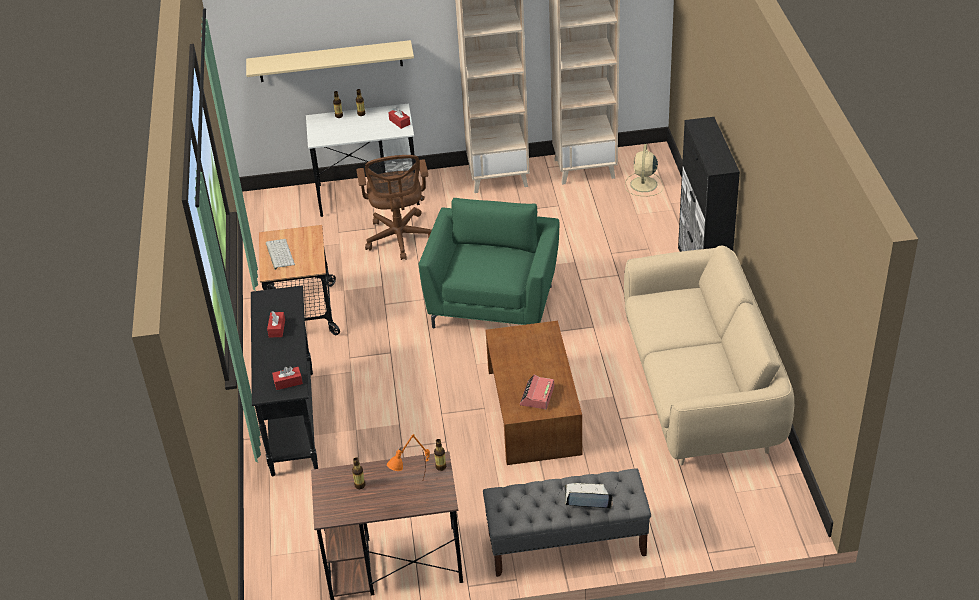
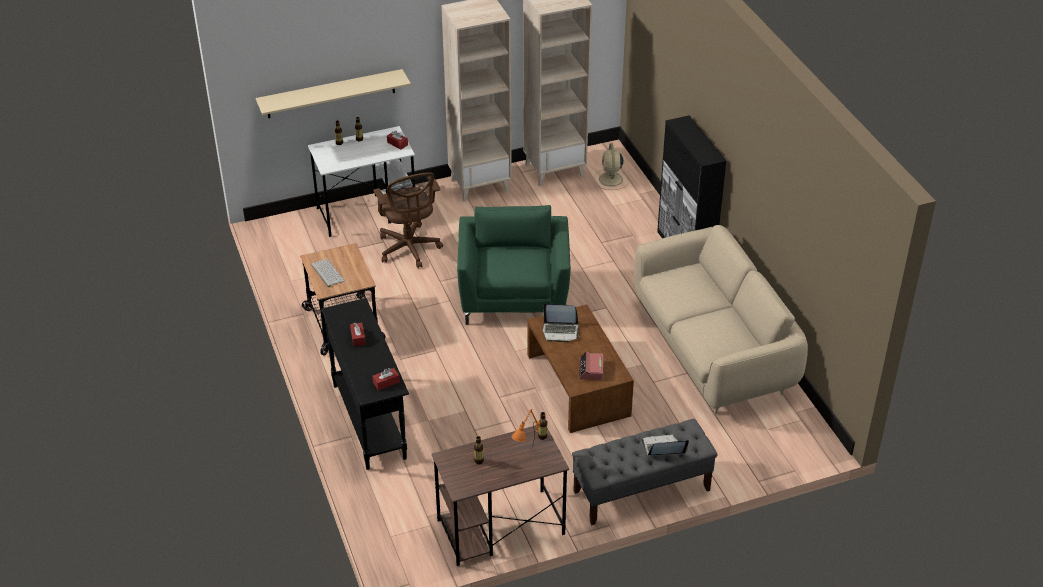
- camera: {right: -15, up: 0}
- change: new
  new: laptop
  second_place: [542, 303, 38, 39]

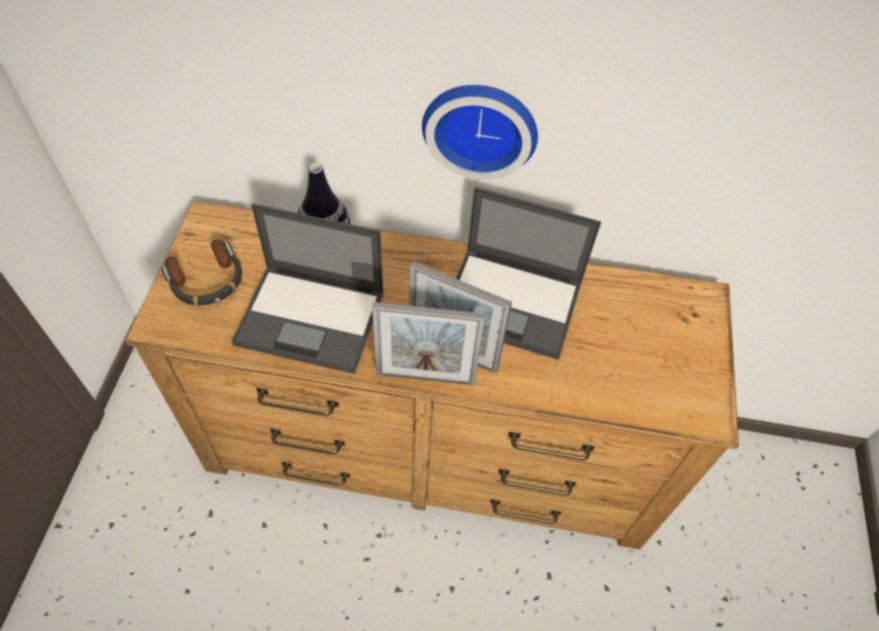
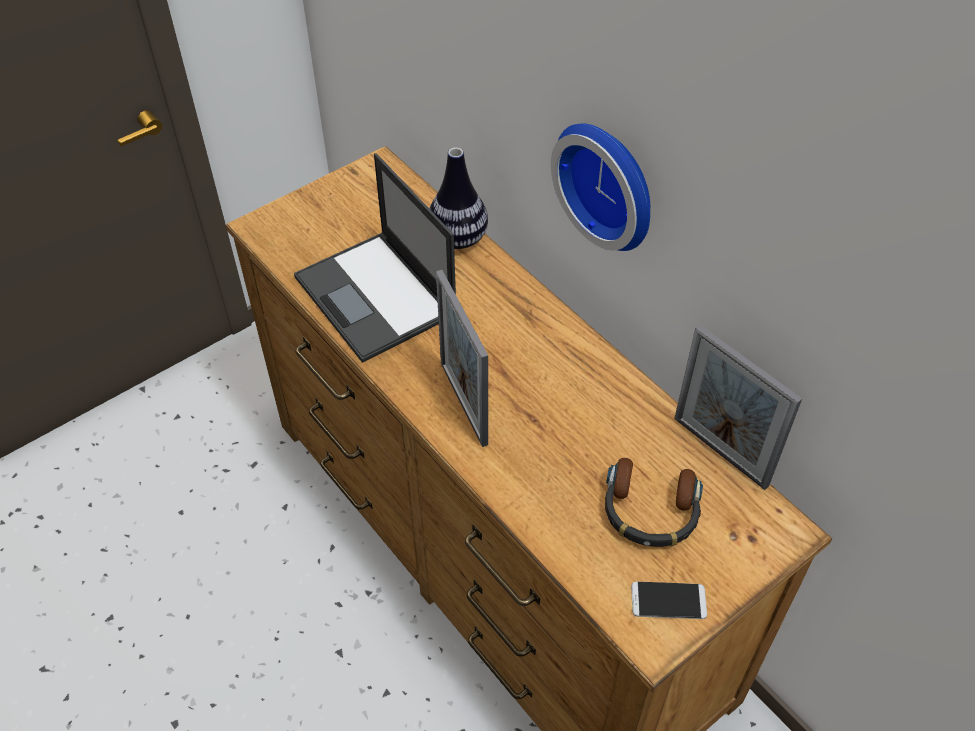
- camera: {right: 45, up: -5}
- change: shifted
  old: headphones
  first_place: [161, 239, 81, 67]
  second_place: [605, 458, 98, 89]
- change: new
  new: phone
  second_place: [631, 581, 76, 38]
- change: shifted
  old: picture frame
  first_place: [372, 302, 113, 83]
  second_place: [674, 325, 128, 165]
- change: gone
  old: laptop
  first_place: [456, 187, 145, 173]

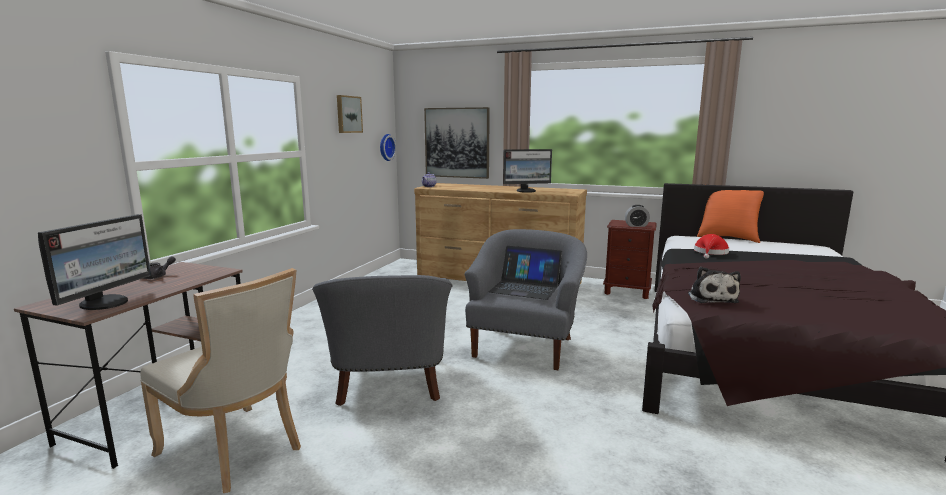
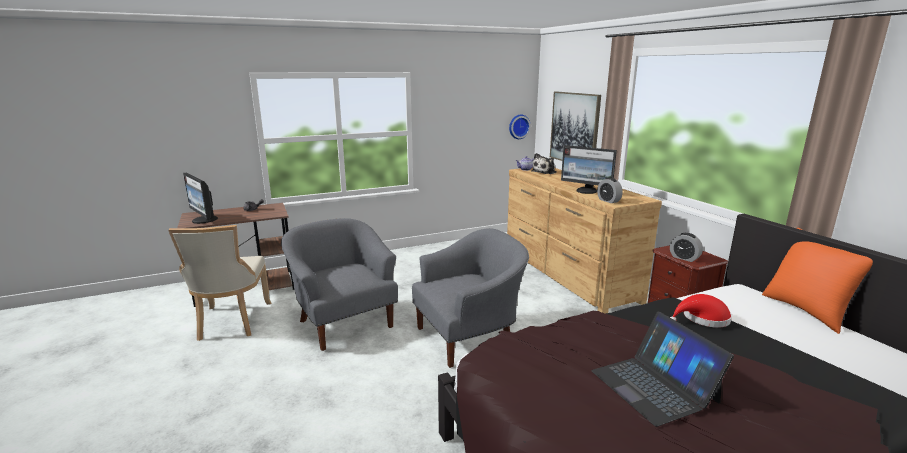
- camera: {right: 45, up: 5}
- change: rotated
  old: monitor
  first_place: [38, 214, 113, 96]
  second_place: [183, 173, 35, 51]
  degrees: 75
- change: rotated
  old: armchair in grey
  first_place: [312, 275, 140, 131]
  second_place: [281, 218, 117, 133]
  degrees: 105
- change: shifted
  old: plush toy
  first_place: [688, 267, 53, 36]
  second_place: [531, 153, 26, 21]
- change: shifted
  old: laptop
  first_place: [489, 246, 73, 54]
  second_place: [591, 312, 143, 115]
- change: new
  new: alarm clock
  second_place: [597, 178, 26, 25]
- change: gone
  old: picture
  first_place: [337, 95, 26, 38]

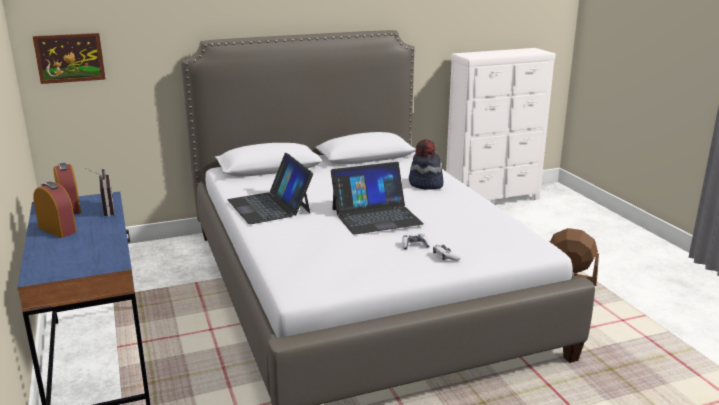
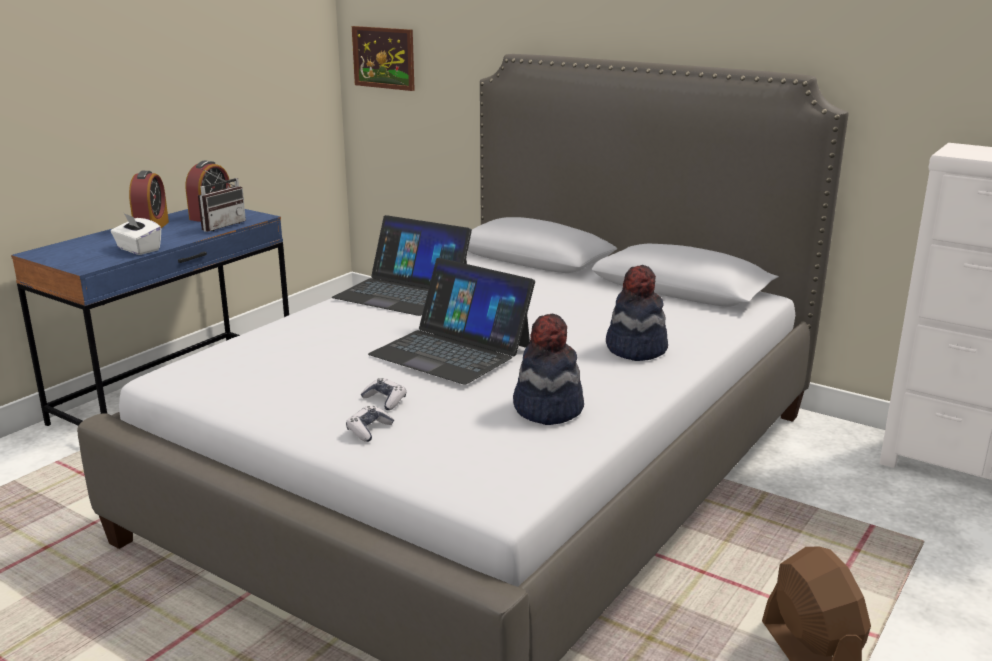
- camera: {right: 55, up: 0}
- change: new
  new: tissue box in white
  second_place: [111, 213, 50, 42]
- change: rotated
  old: laptop
  first_place: [228, 153, 85, 71]
  second_place: [332, 215, 140, 101]
  degrees: -90
- change: new
  new: hat
  second_place: [513, 314, 71, 111]

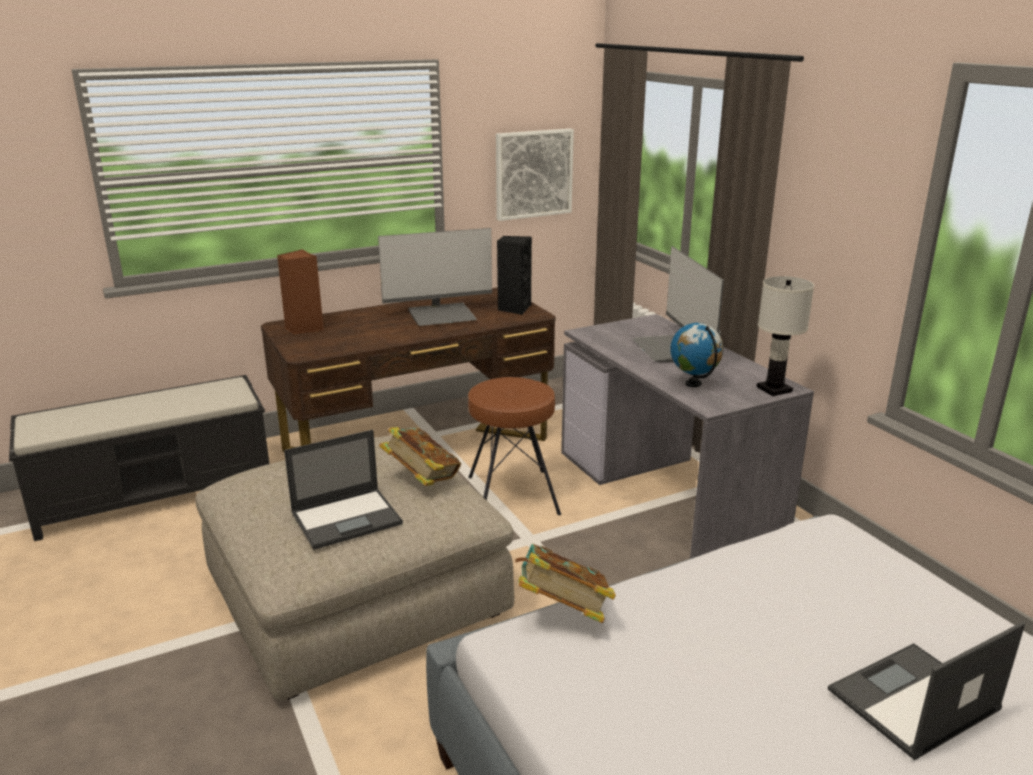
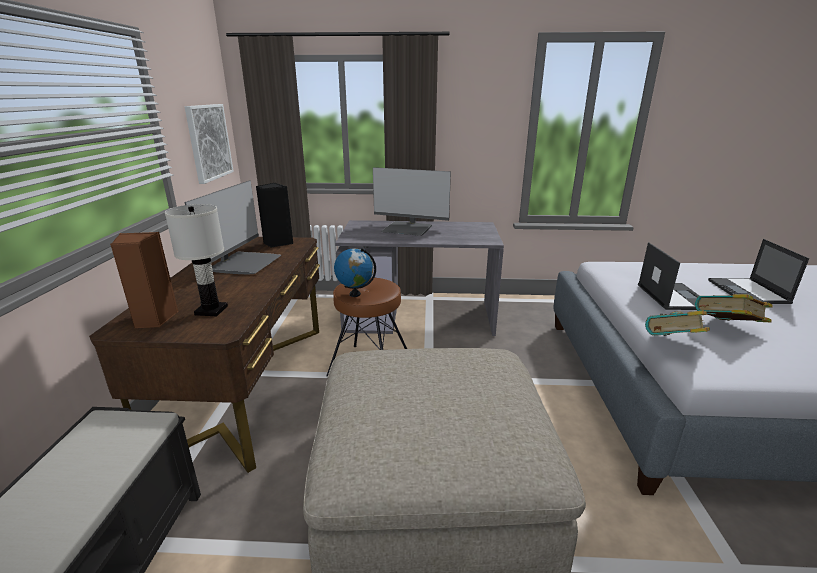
- camera: {right: -60, up: 0}
- change: shifted
  old: table lamp in white
  first_place: [757, 276, 57, 120]
  second_place: [165, 204, 63, 112]
- change: shifted
  old: globe
  first_place: [670, 323, 54, 64]
  second_place: [334, 248, 42, 49]
- change: shifted
  old: laptop
  first_place: [284, 430, 119, 120]
  second_place: [638, 242, 61, 68]
- change: shifted
  old: book
  first_place: [379, 427, 82, 59]
  second_place: [695, 294, 78, 28]

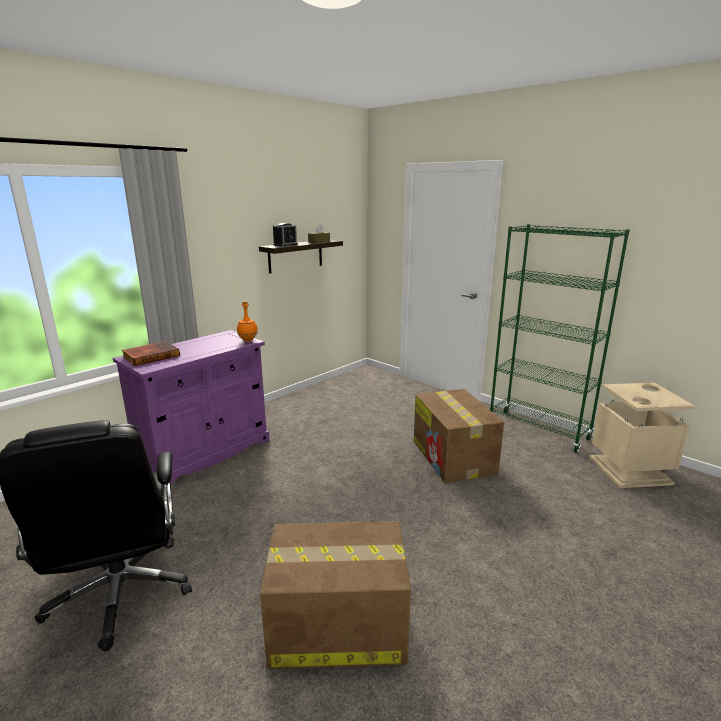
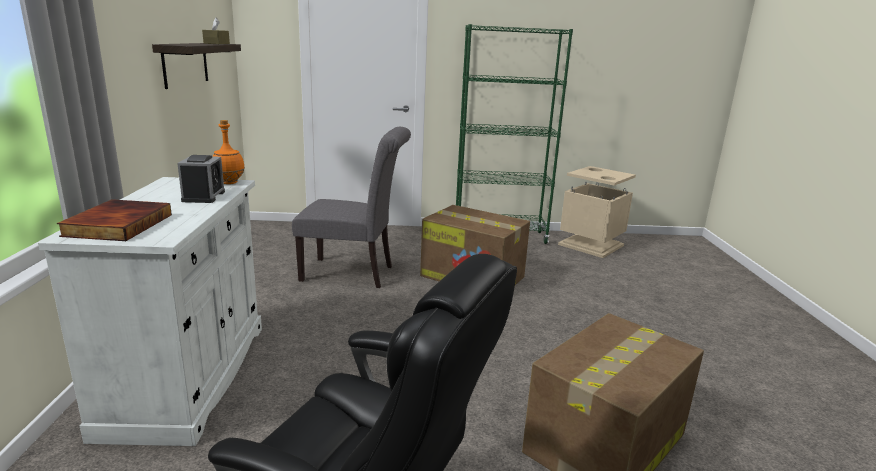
- camera: {right: -45, up: 0}
- change: repainted
  old: cabinet in purple
  new: cabinet in white
  first_place: [113, 330, 157, 154]
  second_place: [38, 177, 224, 269]
- change: shifted
  old: alarm clock
  first_place: [273, 223, 25, 23]
  second_place: [177, 155, 48, 48]
- change: new
  new: chair in grey
  second_place: [292, 127, 119, 161]

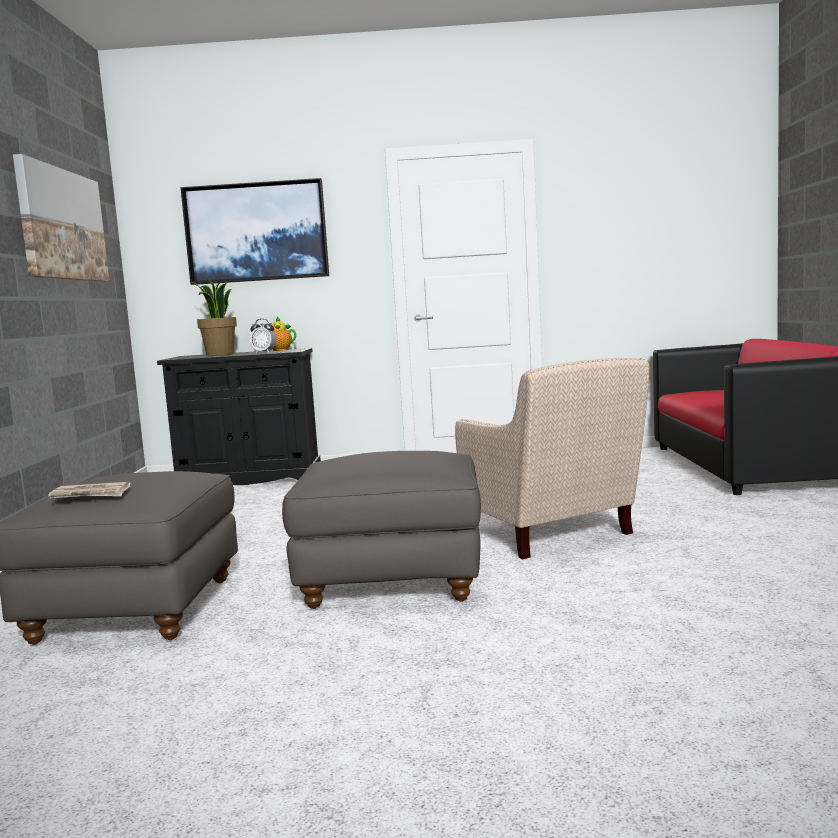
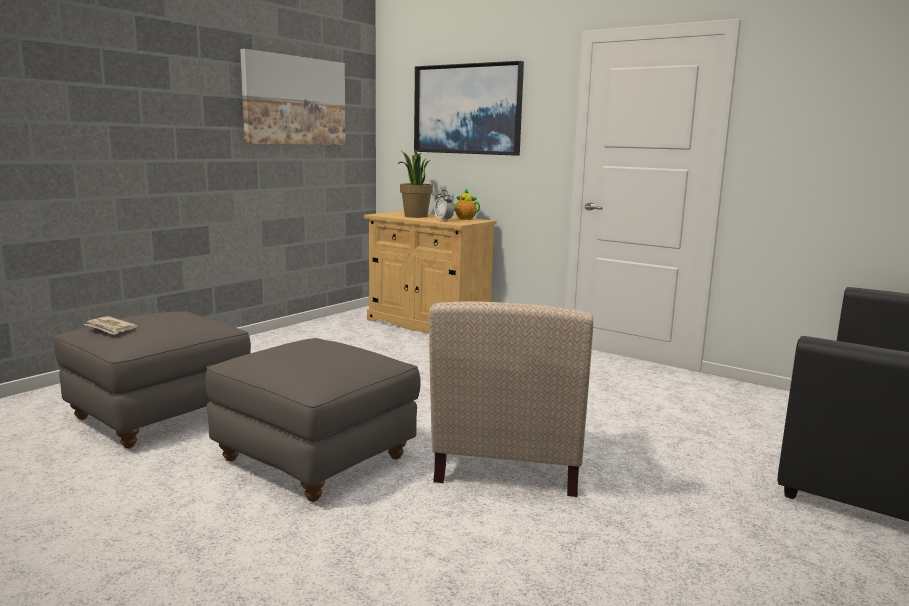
- camera: {right: 35, up: 5}
- change: repainted
  old: cabinet in black
  new: cabinet in beige
  first_place: [157, 348, 164, 137]
  second_place: [364, 211, 133, 122]

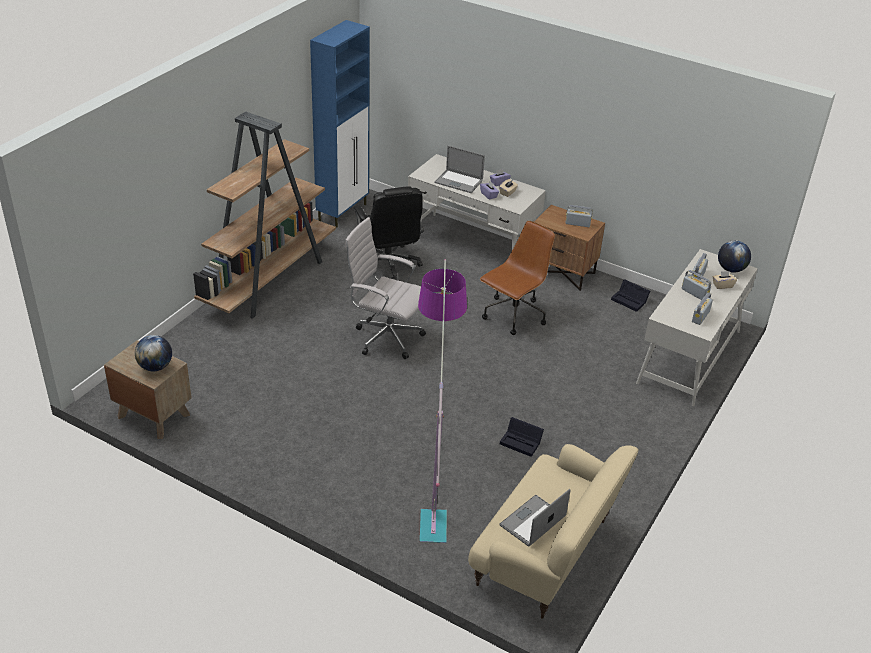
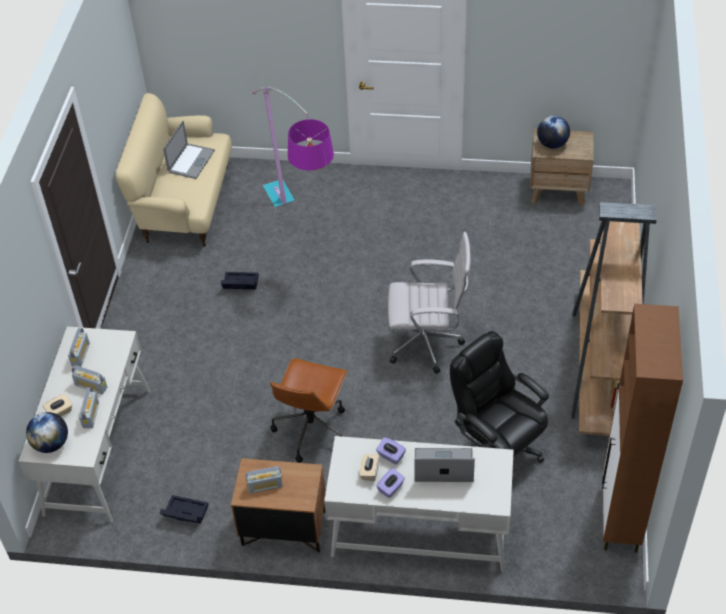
- camera: {right: 160, up: 10}
- change: repainted
  old: cabinet in blue
  new: cabinet in brown
  first_place: [310, 20, 60, 208]
  second_place: [602, 304, 81, 249]

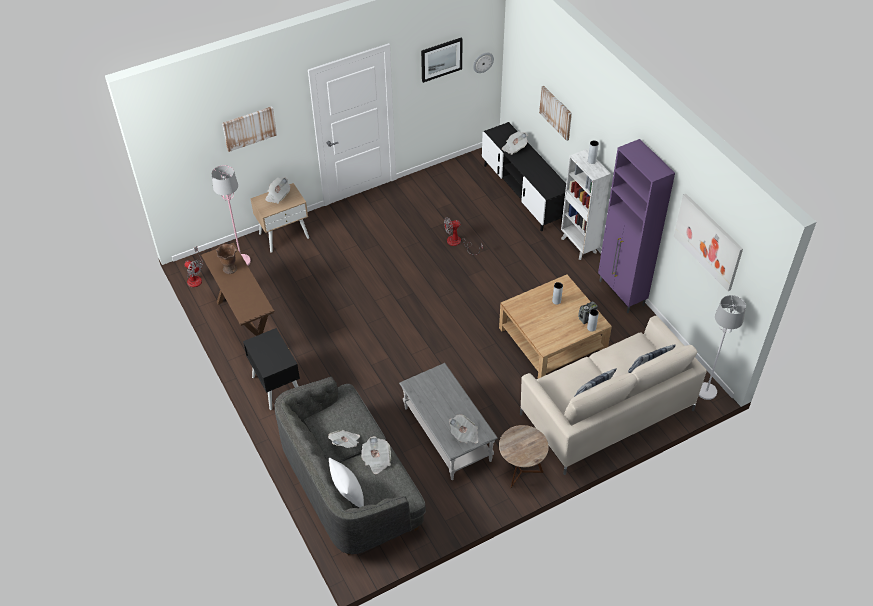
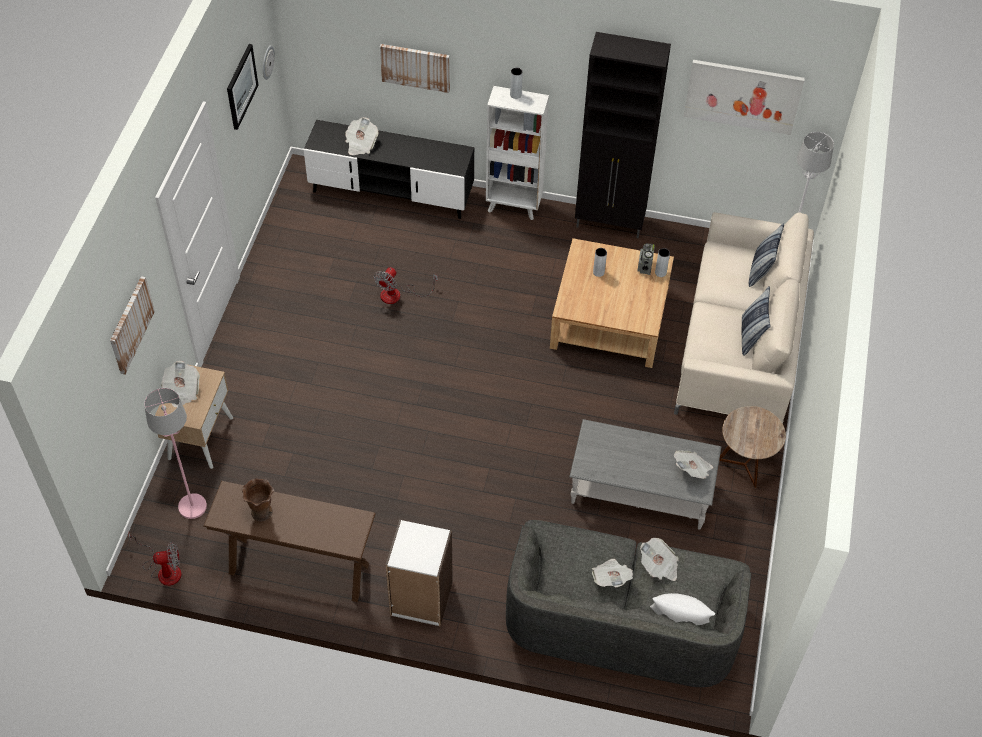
- camera: {right: -50, up: 5}
- change: swapped
  old: nightstand in black
  new: bookcase in white
  first_place: [243, 328, 57, 82]
  second_place: [386, 520, 67, 106]
- change: repainted
  old: cabinet in purple
  new: cabinet in black
  first_place: [598, 139, 77, 174]
  second_place: [575, 32, 96, 206]

